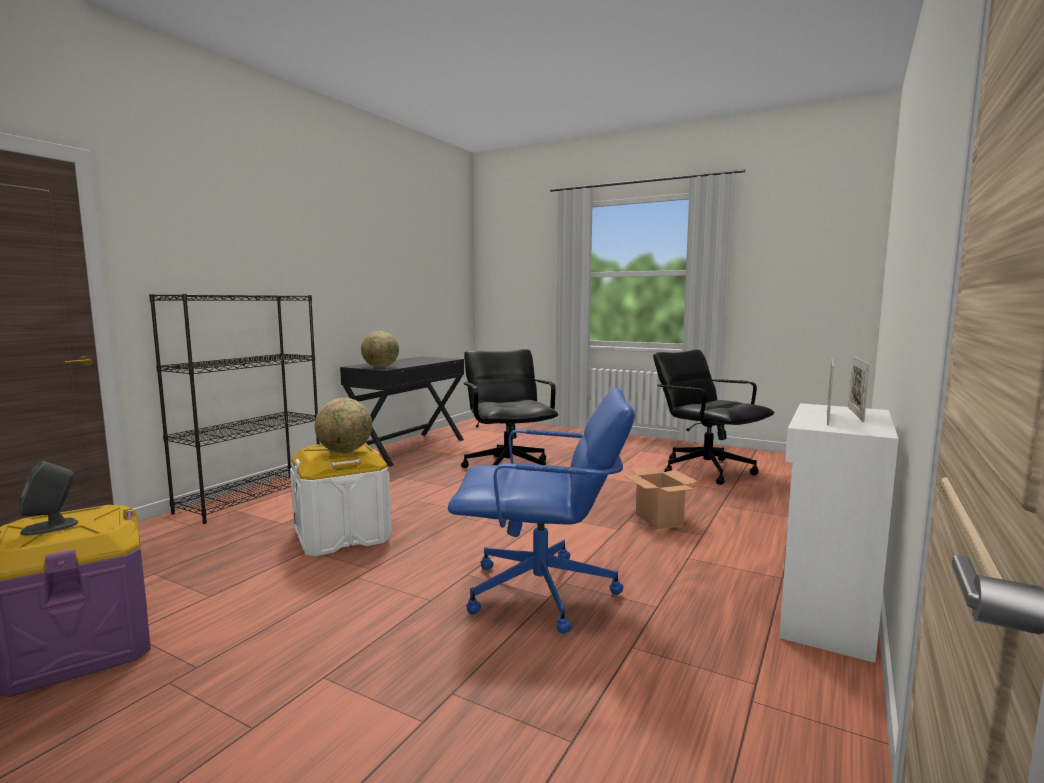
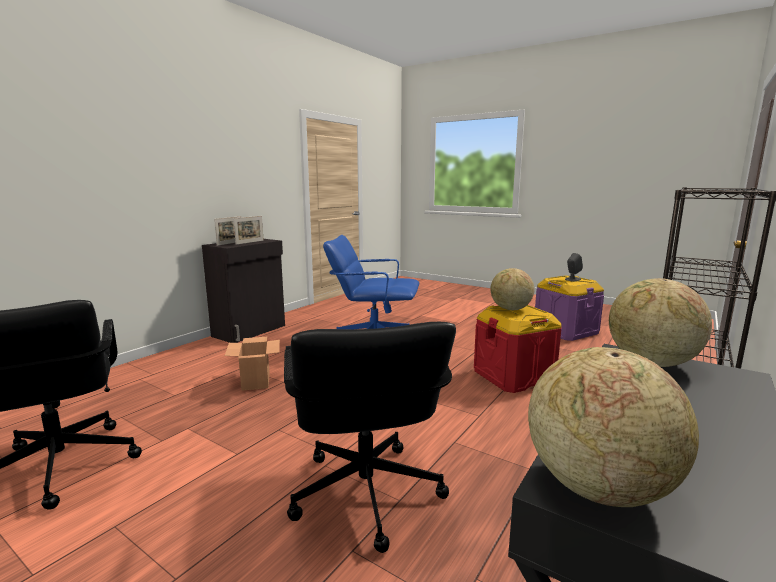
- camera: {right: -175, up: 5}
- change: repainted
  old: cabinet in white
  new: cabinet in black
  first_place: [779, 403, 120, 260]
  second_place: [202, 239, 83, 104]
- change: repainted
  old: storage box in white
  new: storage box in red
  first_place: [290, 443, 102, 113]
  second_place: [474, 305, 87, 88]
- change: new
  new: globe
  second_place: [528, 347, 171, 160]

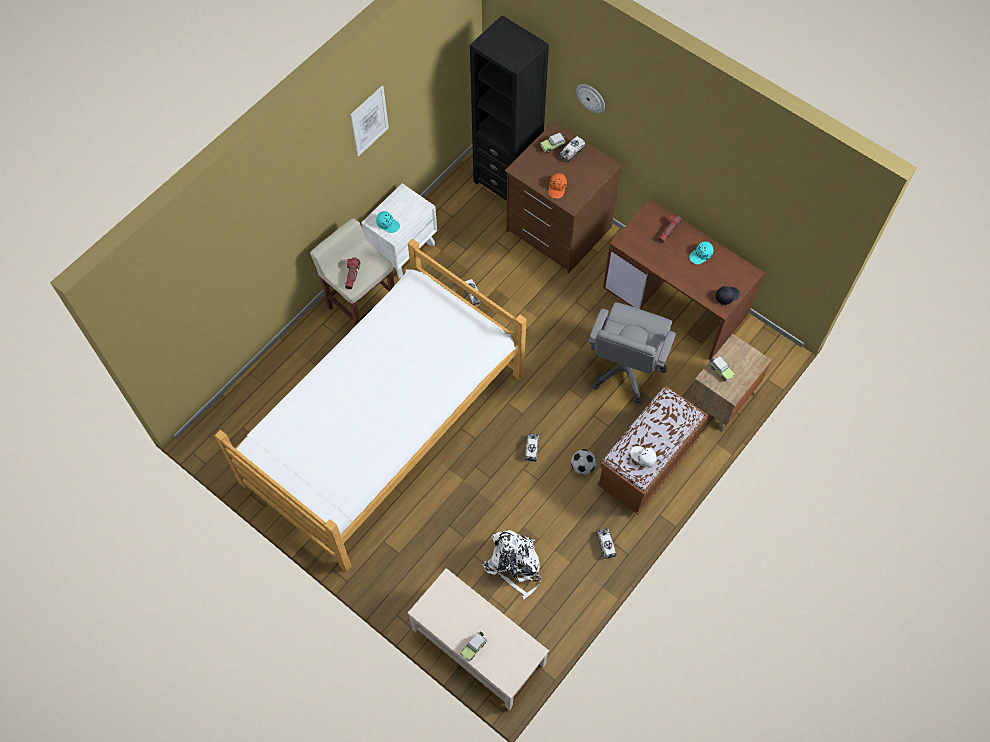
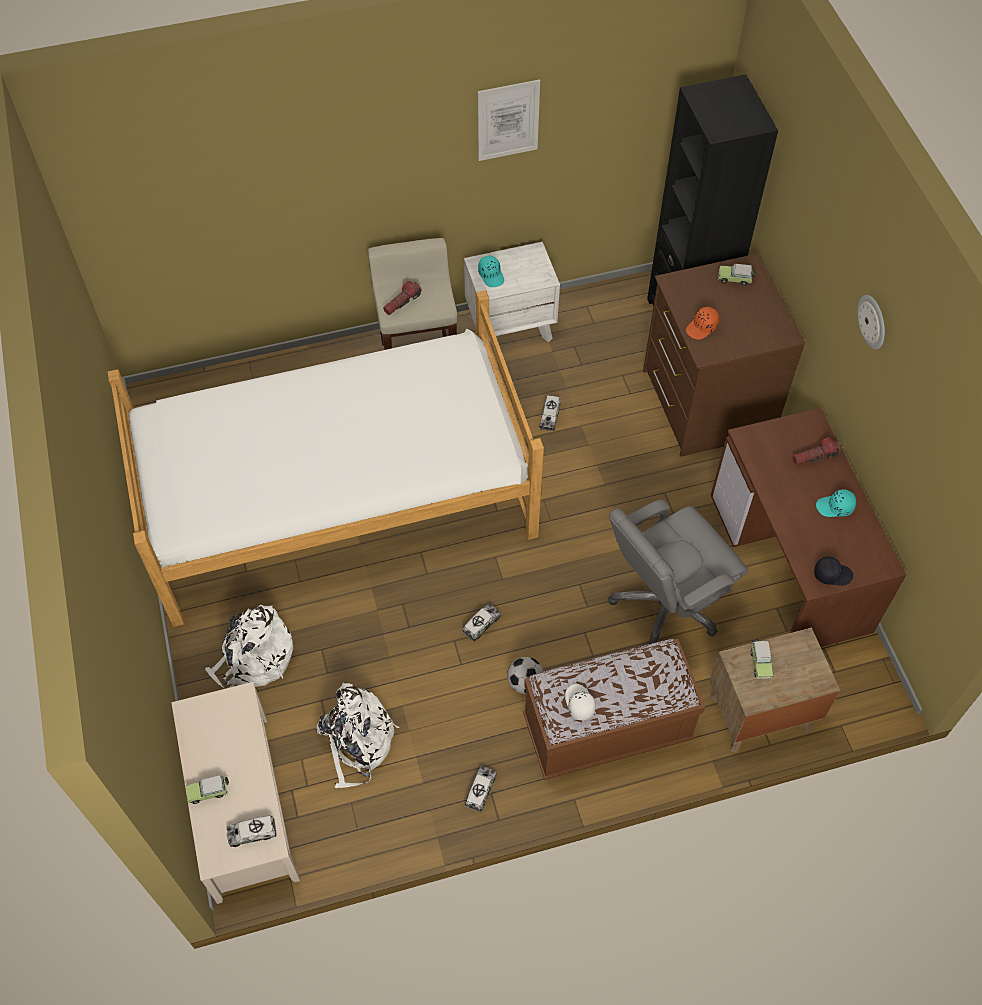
- camera: {right: 35, up: -5}
- change: new
  new: backpack in white
  second_place: [205, 605, 88, 84]
- change: shifted
  old: toy truck
  first_place: [559, 136, 26, 27]
  second_place: [227, 816, 50, 31]
- change: shifted
  old: wall clock
  first_place: [576, 84, 29, 29]
  second_place: [857, 295, 28, 54]

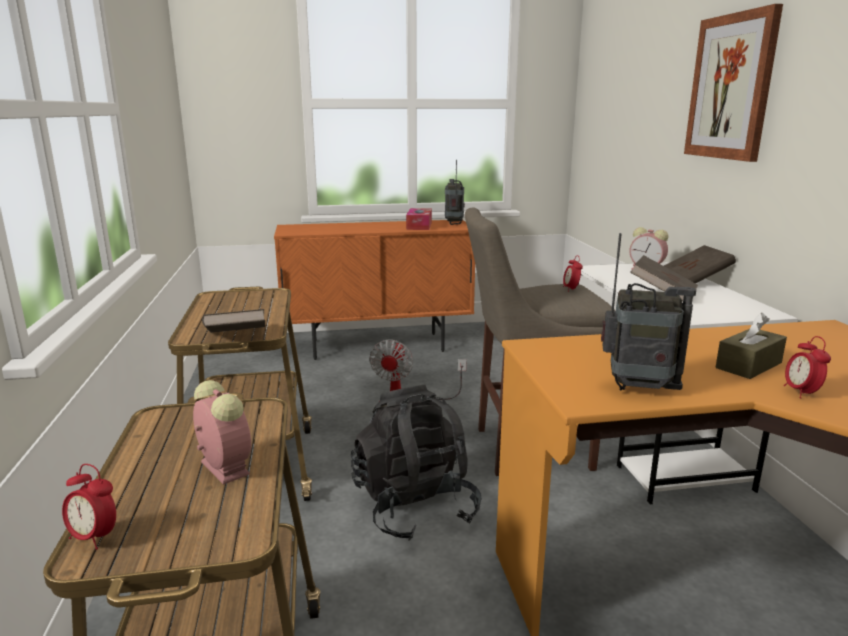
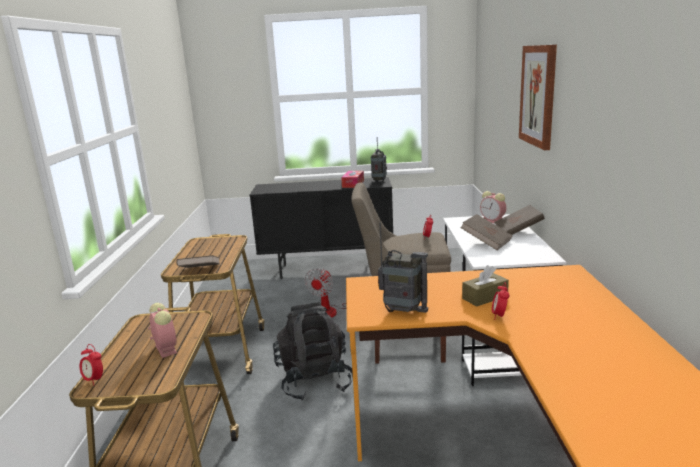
- camera: {right: 10, up: 0}
- change: repainted
  old: cabinet in orange
  new: cabinet in black
  first_place: [274, 220, 201, 140]
  second_place: [250, 177, 143, 102]

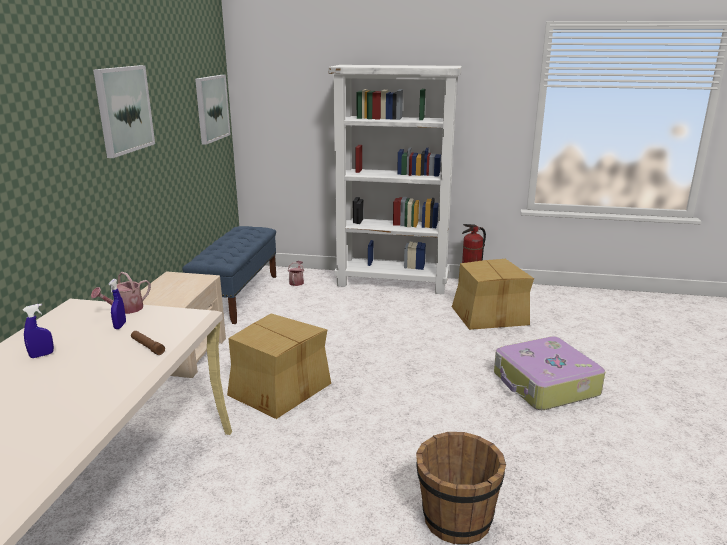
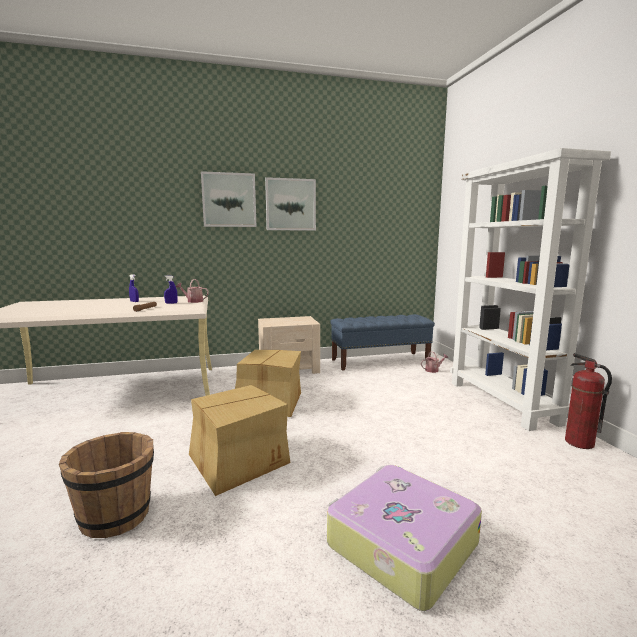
- camera: {right: 65, up: -10}
- change: shifted
  old: cardboard box
  first_place: [452, 259, 82, 71]
  second_place: [189, 385, 101, 111]
- change: shifted
  old: picture
  first_place: [195, 75, 36, 70]
  second_place: [201, 171, 56, 56]

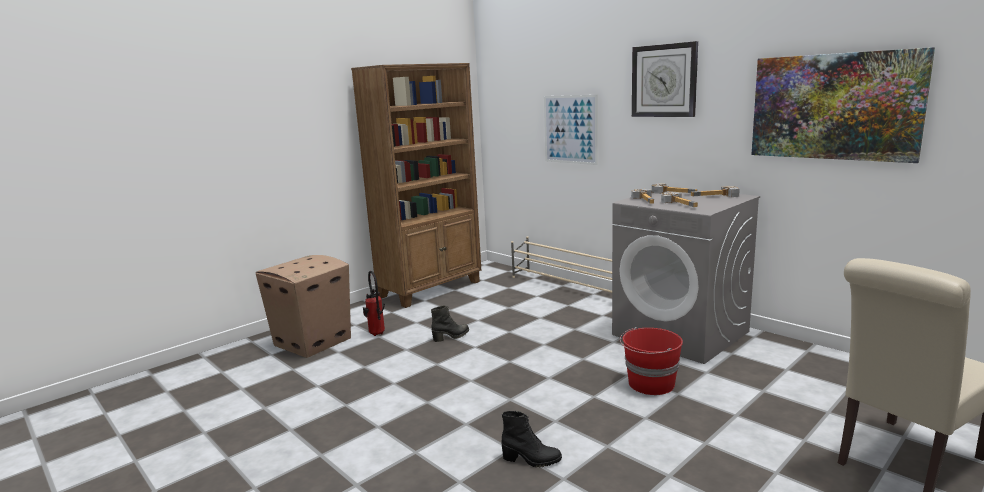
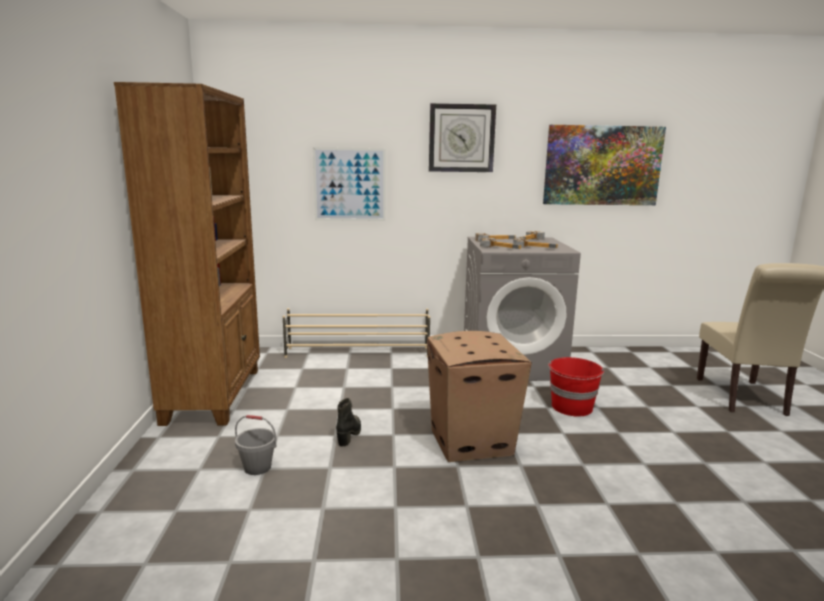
- camera: {right: -50, up: 0}
- change: swapped
  old: fire extinguisher
  new: bucket in grey
  first_place: [363, 271, 22, 65]
  second_place: [235, 415, 41, 60]
- change: shifted
  old: cardboard box
  first_place: [255, 255, 96, 103]
  second_place: [427, 331, 105, 131]
- change: gone
  old: boot in black
  first_place: [501, 411, 61, 56]

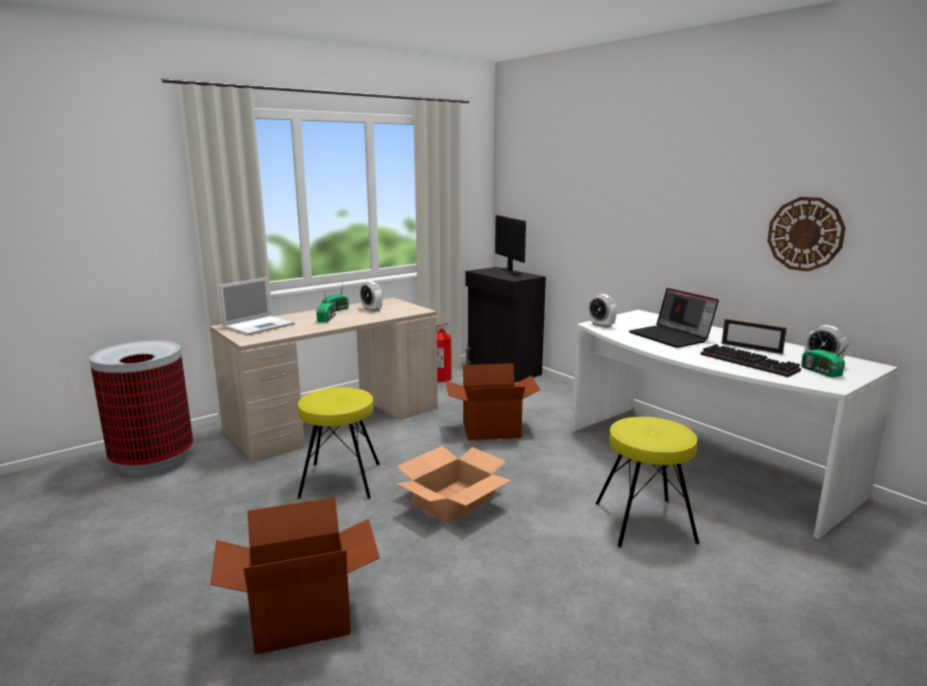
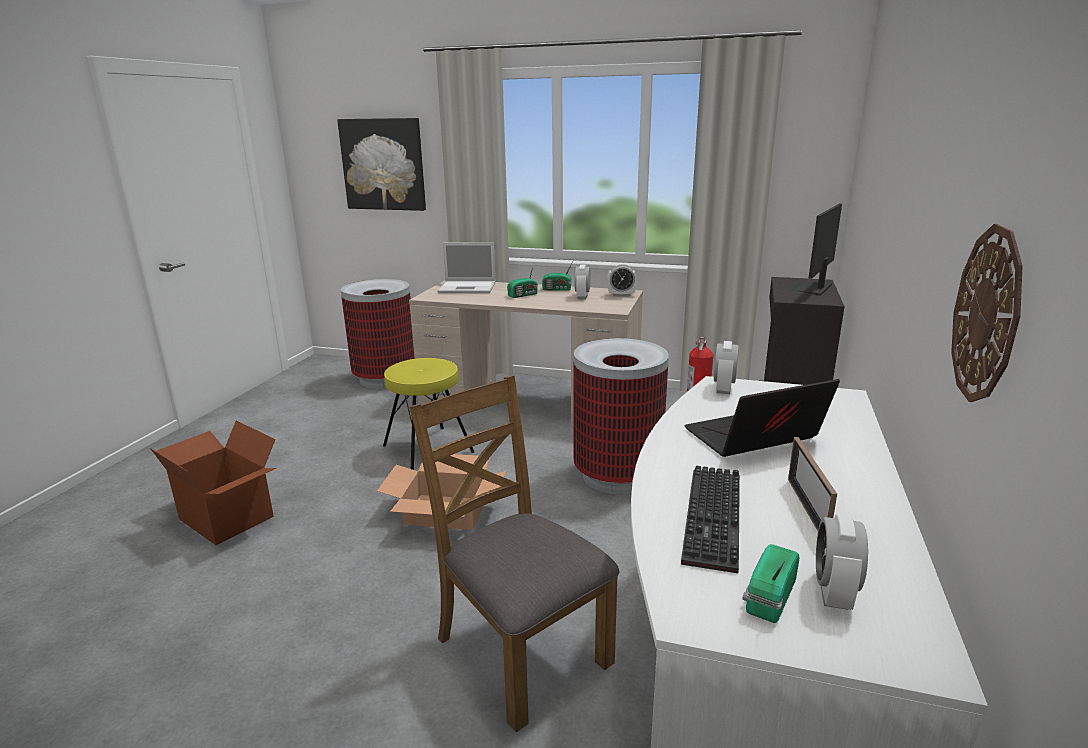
- camera: {right: 55, up: 5}
- change: new
  new: picture
  second_place: [337, 118, 89, 93]
- change: swapped
  old: stool in yellow
  new: chair in brown
  first_place: [595, 417, 104, 131]
  second_place: [410, 376, 210, 356]
- change: swapped
  old: cardboard box
  new: trash can
  first_place: [445, 363, 95, 77]
  second_place: [573, 338, 96, 156]
- change: new
  new: alarm clock
  second_place: [607, 263, 30, 34]
- change: rotated
  old: laptop
  first_place: [629, 288, 90, 60]
  second_place: [684, 379, 156, 78]
  degrees: 45

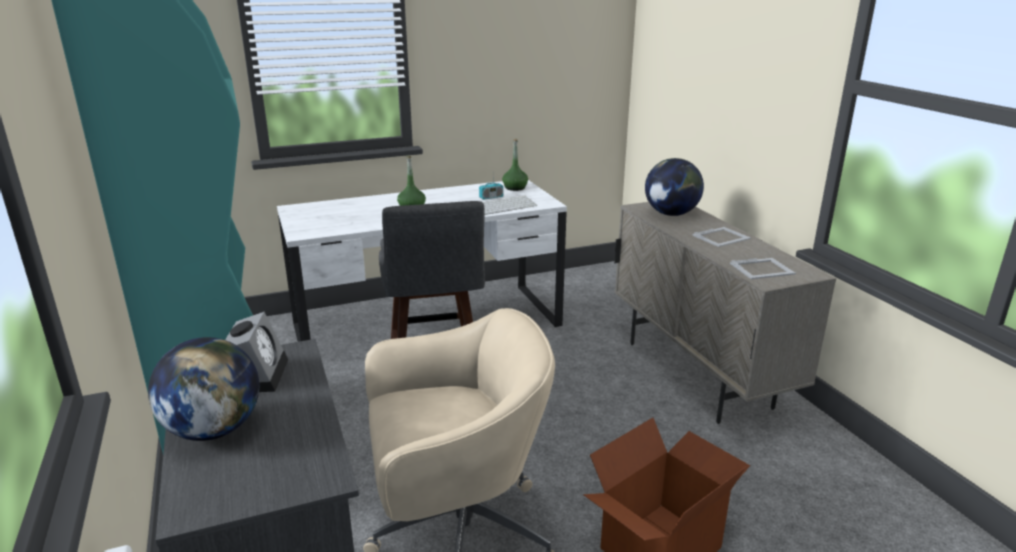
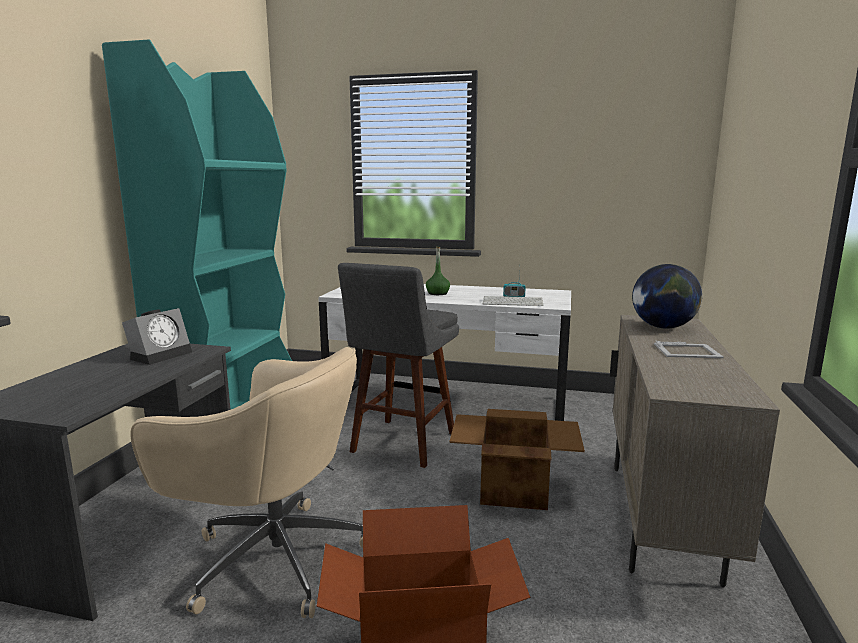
- camera: {right: 35, up: -10}
- change: new
  new: cardboard box
  second_place: [449, 409, 136, 101]
- change: gone
  old: globe
  first_place: [148, 337, 111, 104]
- change: gone
  old: bottle in green
  first_place: [502, 139, 26, 52]
- change: gone
  old: picture frame
  first_place: [730, 258, 66, 21]

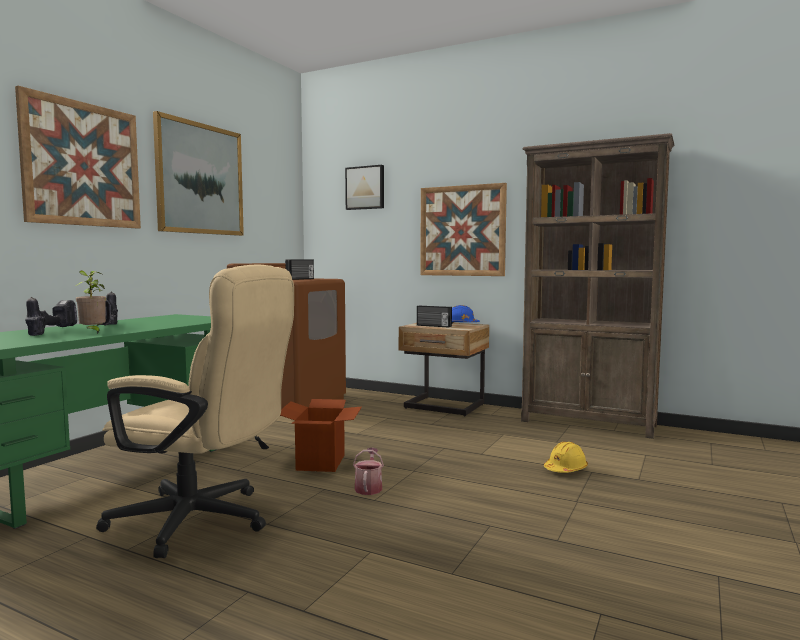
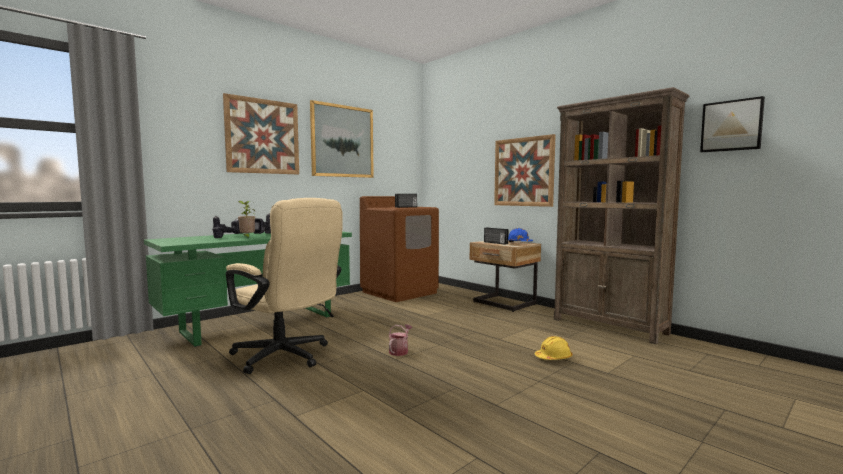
- camera: {right: 20, up: 0}
- change: shifted
  old: picture
  first_place: [345, 165, 39, 45]
  second_place: [700, 96, 65, 56]
- change: gone
  old: cardboard box
  first_place: [280, 399, 82, 73]

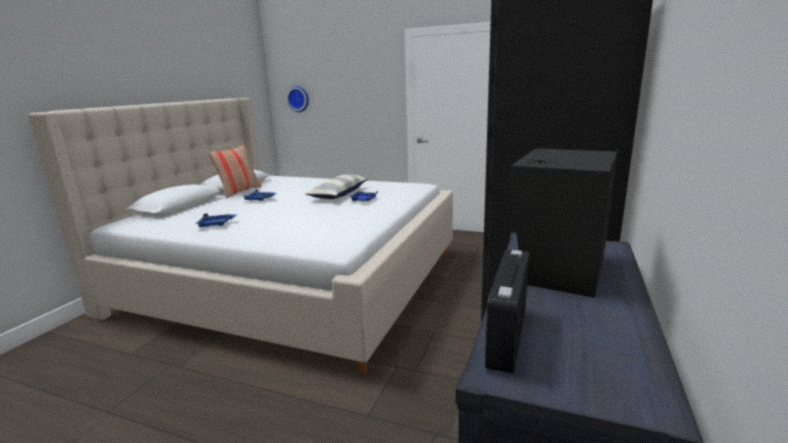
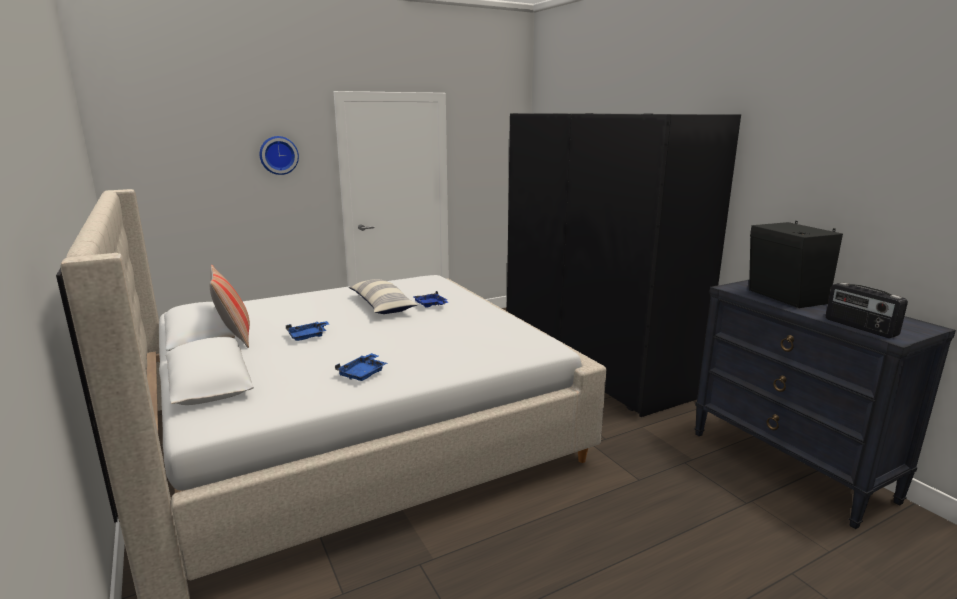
- camera: {right: -50, up: 0}
- change: shifted
  old: wall clock
  first_place: [286, 86, 23, 26]
  second_place: [260, 136, 39, 39]

